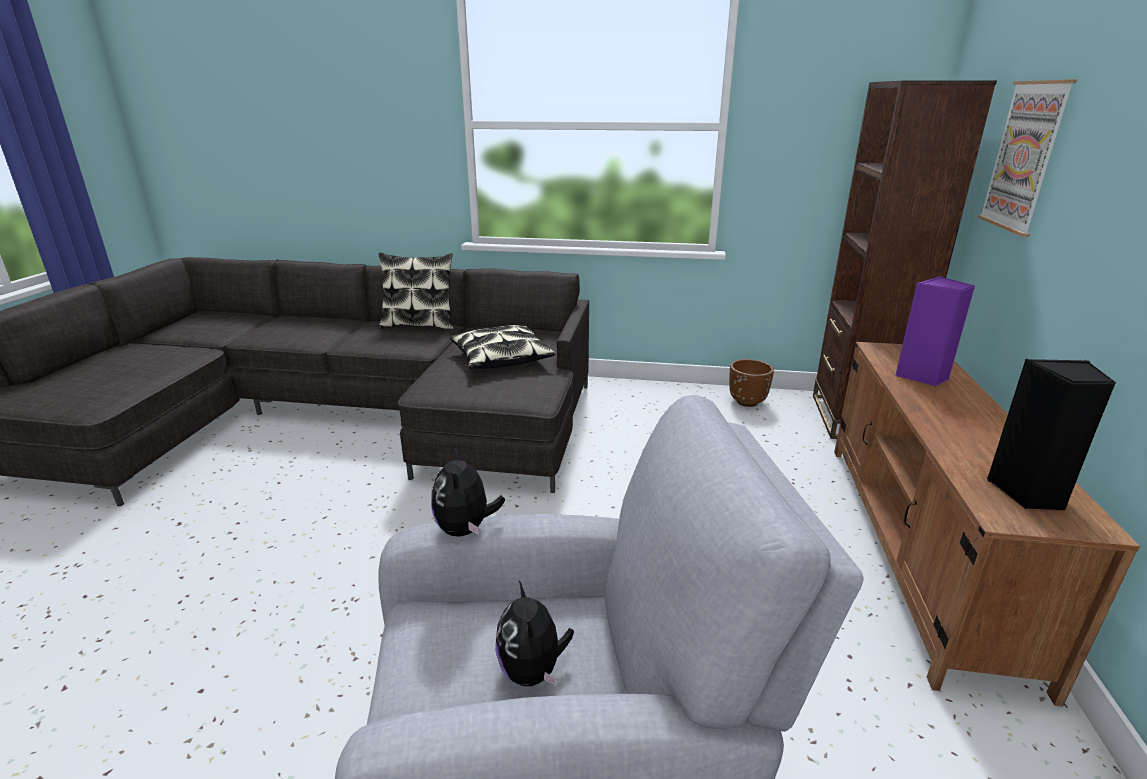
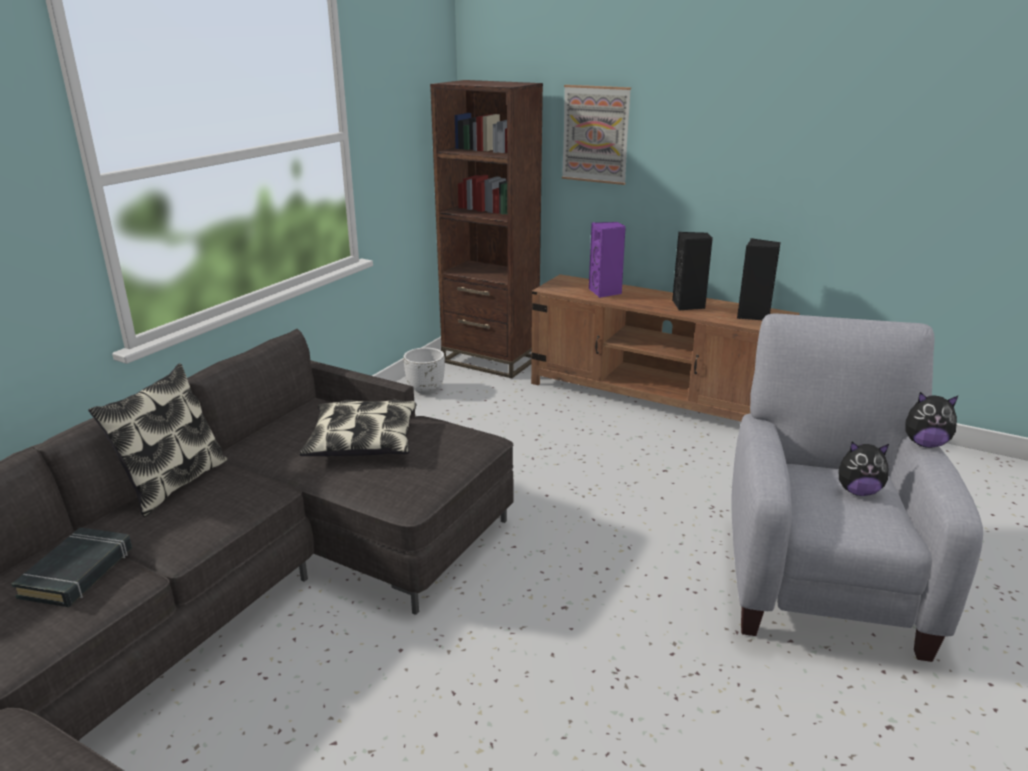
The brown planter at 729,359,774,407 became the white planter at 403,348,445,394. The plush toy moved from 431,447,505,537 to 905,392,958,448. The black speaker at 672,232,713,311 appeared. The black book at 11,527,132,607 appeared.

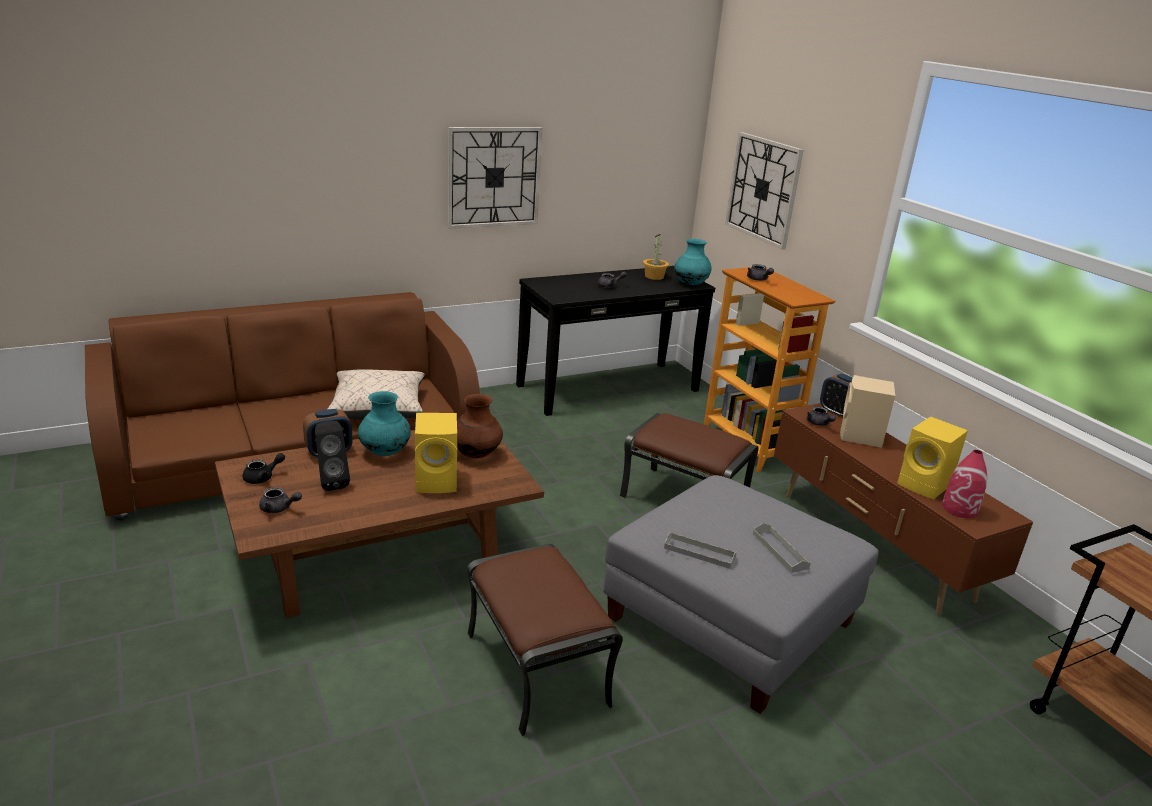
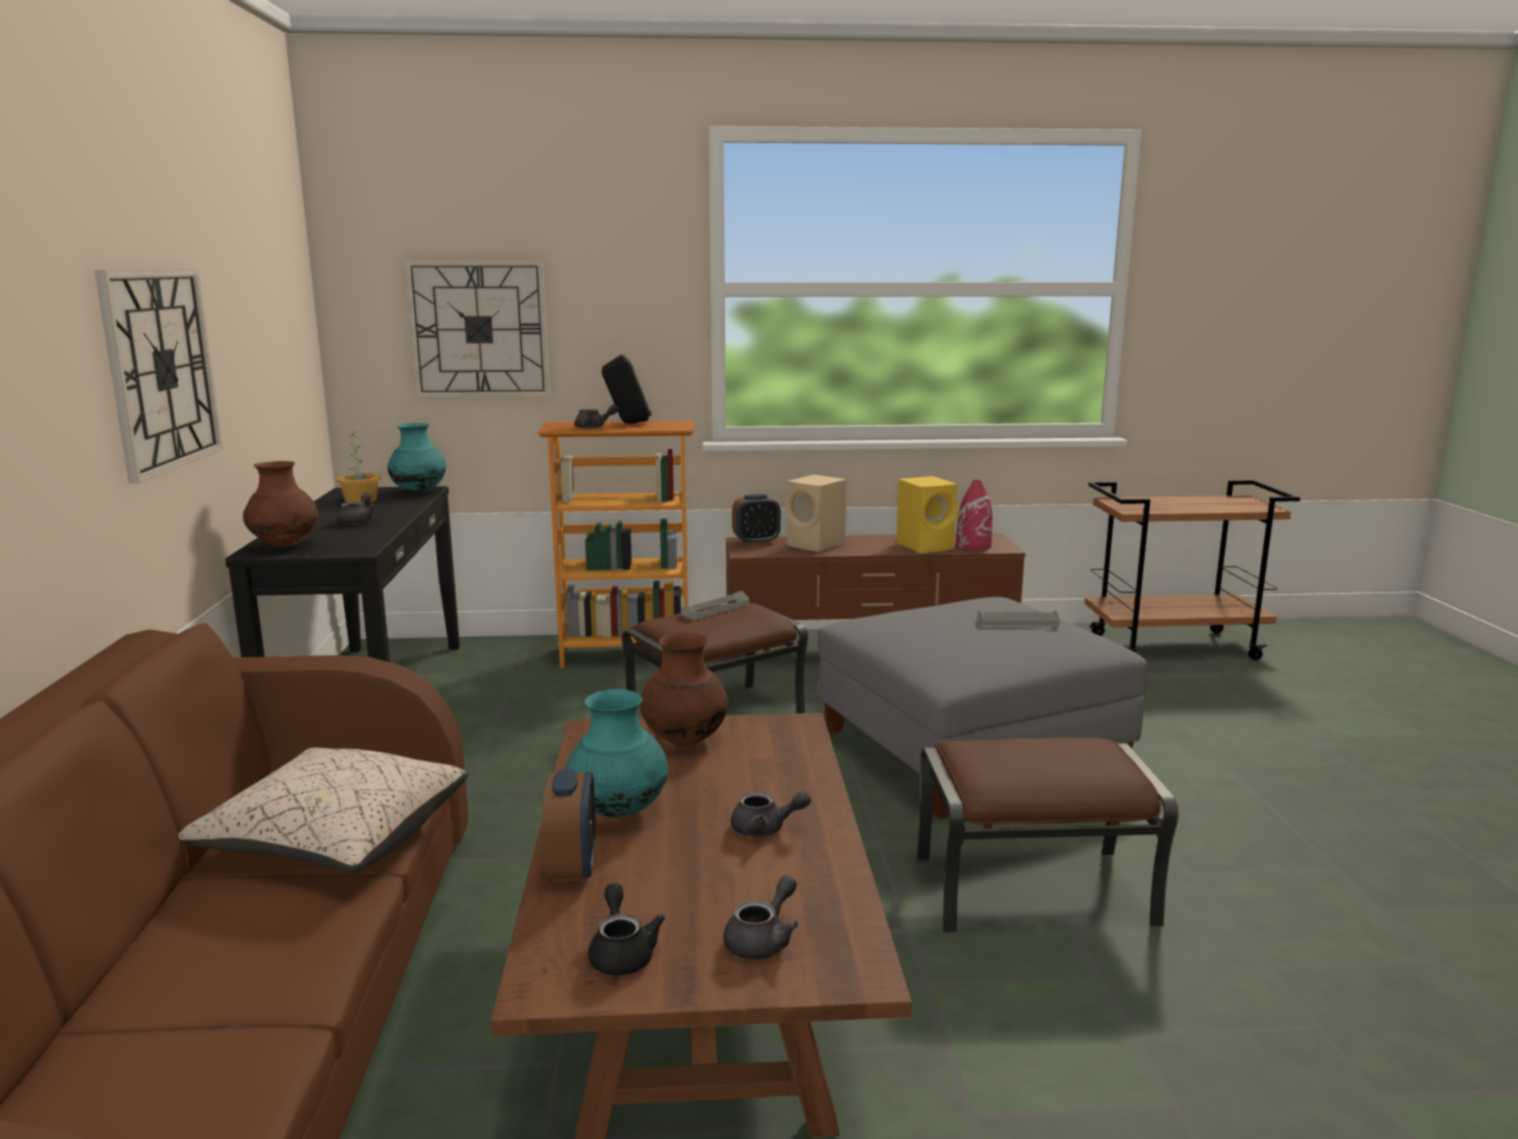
The grey teapot moved from 807,406,836,426 to 731,791,811,837. The yellow speaker at 415,413,457,493 disappeared. The black speaker moved from 315,421,350,491 to 602,354,652,424. The grey tray moved from 664,532,737,569 to 681,591,749,620. The brown vase at 243,461,318,547 appeared.

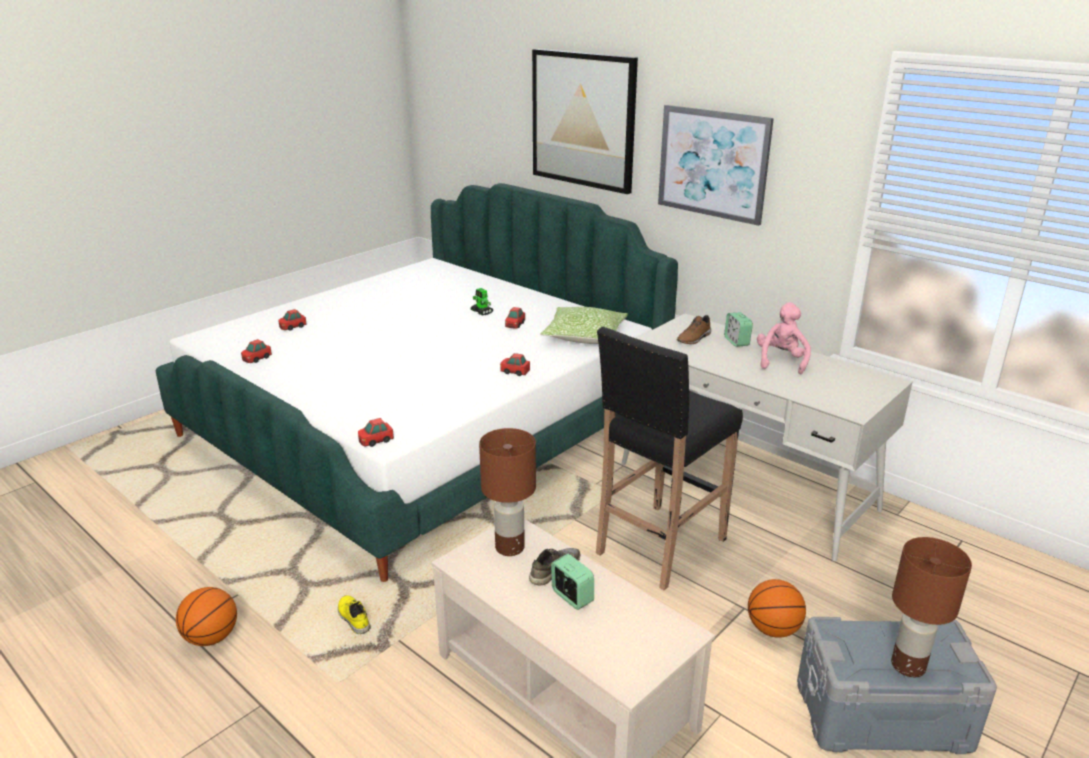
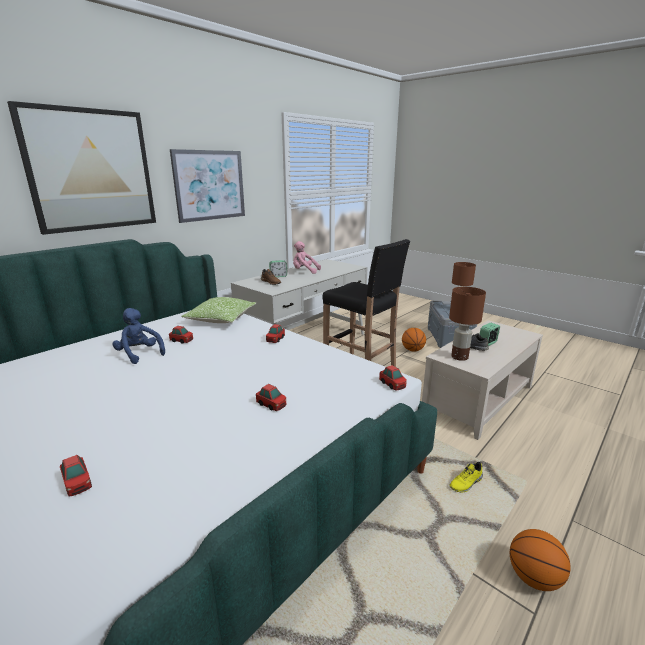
The toy robot at 470,288,493,316 was replaced by the blue plush toy at 112,308,165,364. The toy car moved from 241,339,272,363 to 256,384,286,411.

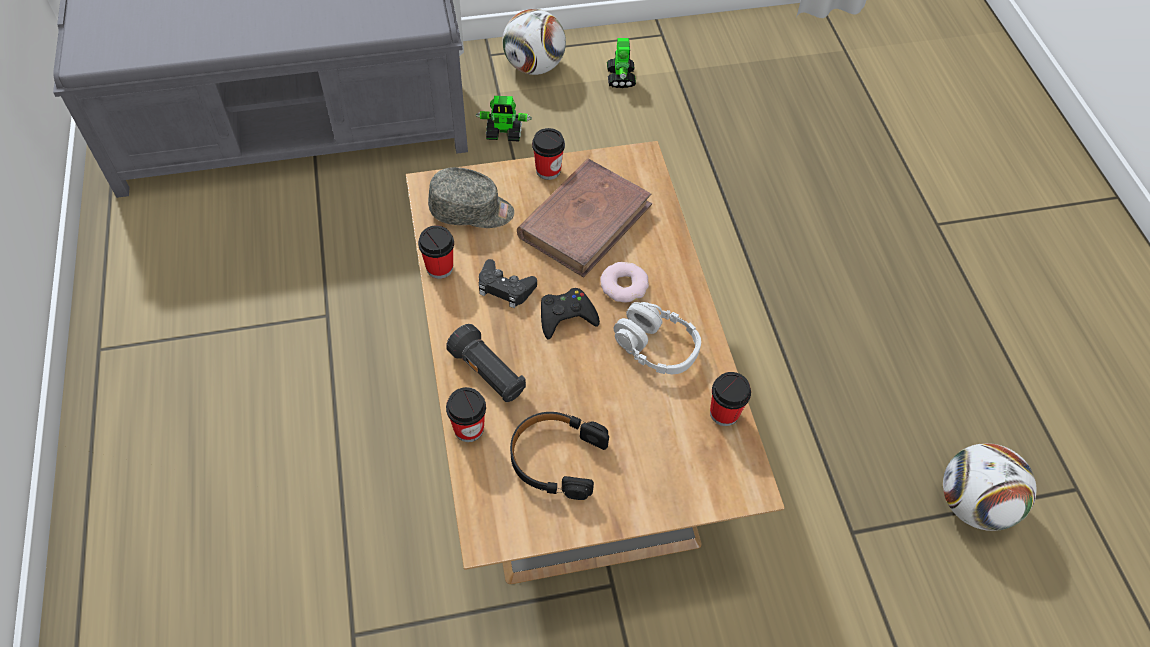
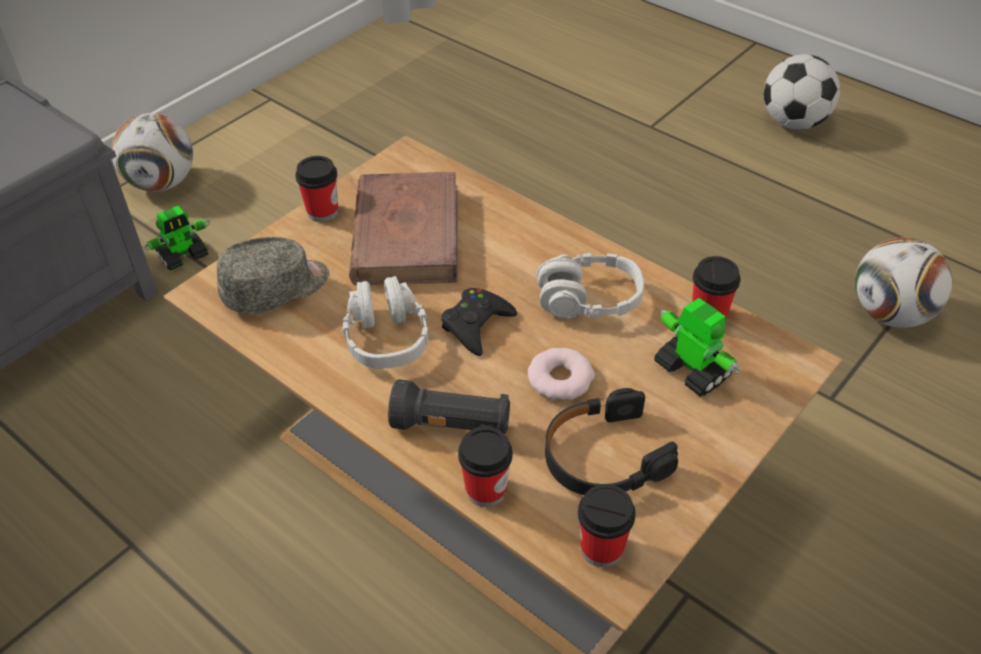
The toy robot moved from 607,38,636,88 to 654,298,740,397. The cup moved from 418,225,454,279 to 578,484,636,567. The black game controller at 479,259,537,308 was replaced by the grey headphones at 342,276,428,369. The donut moved from 600,262,649,303 to 528,348,595,401. The football at 763,54,840,129 appeared.

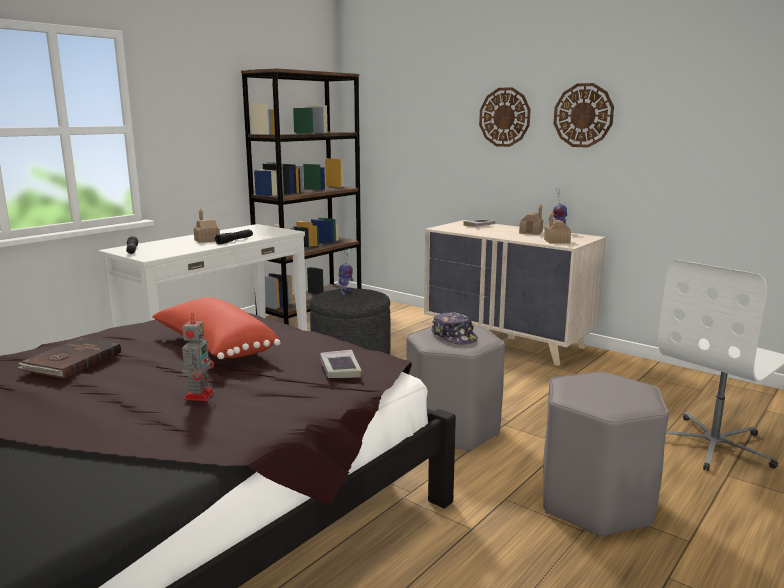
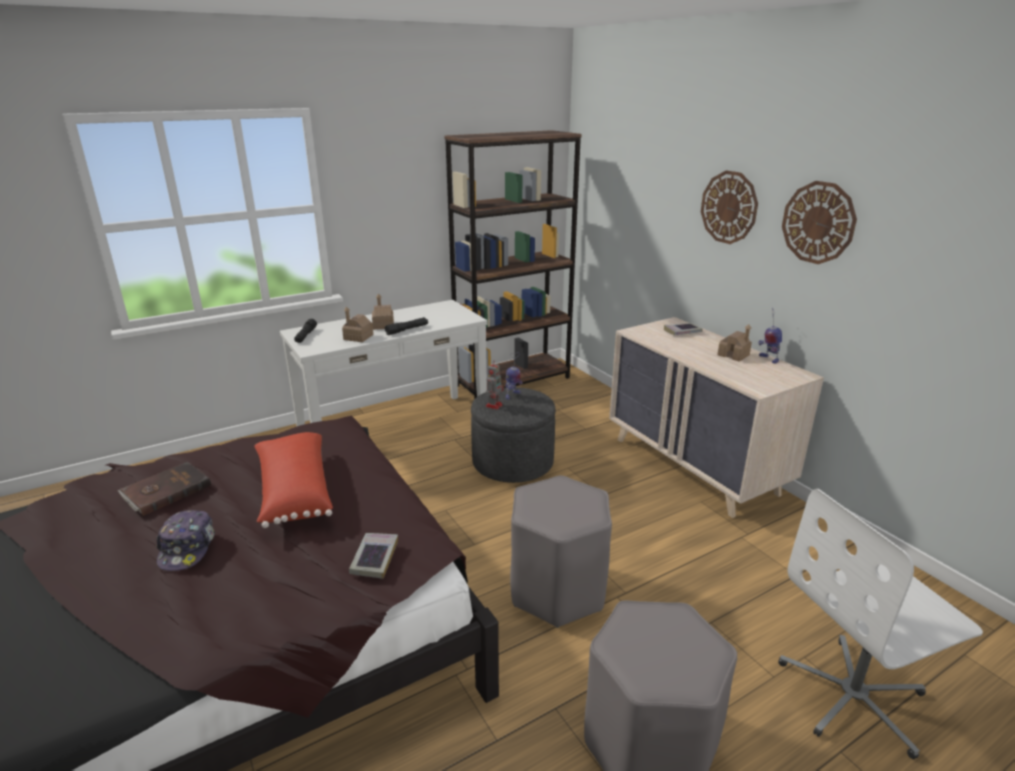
The toy house moved from 544,211,571,244 to 342,306,373,342. The cap moved from 431,312,478,344 to 156,510,216,571. The toy robot moved from 182,313,214,401 to 486,360,504,410.

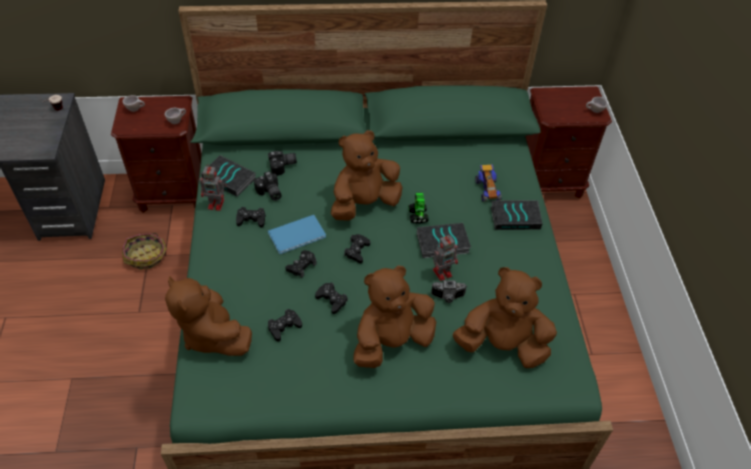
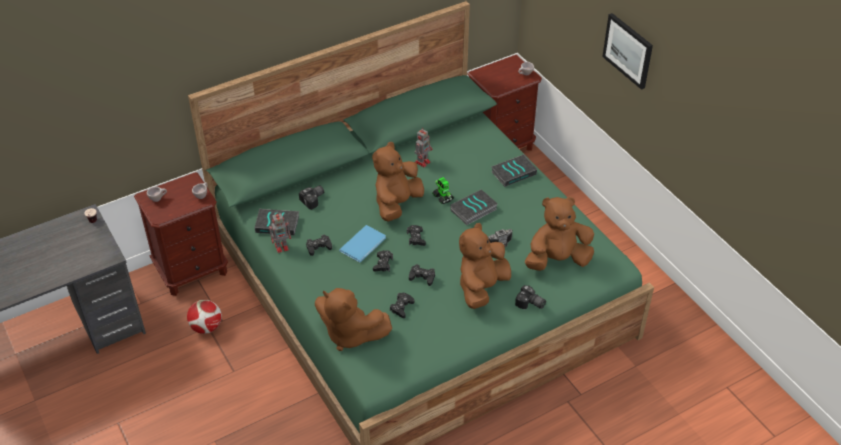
The toy car at 475,164,502,202 disappeared. The photo camera moved from 254,171,281,201 to 515,285,546,309. The basket at 122,233,167,270 was replaced by the football at 187,300,222,334. The toy robot moved from 433,235,458,281 to 415,128,432,167. The picture at 602,13,653,90 appeared.

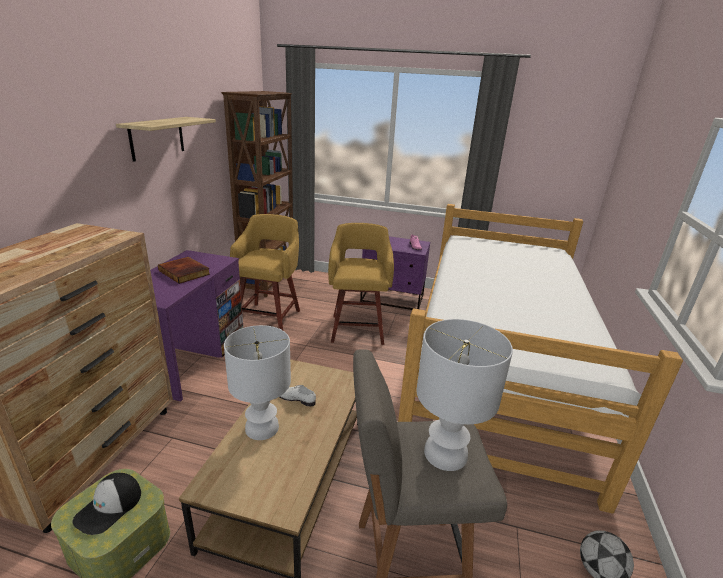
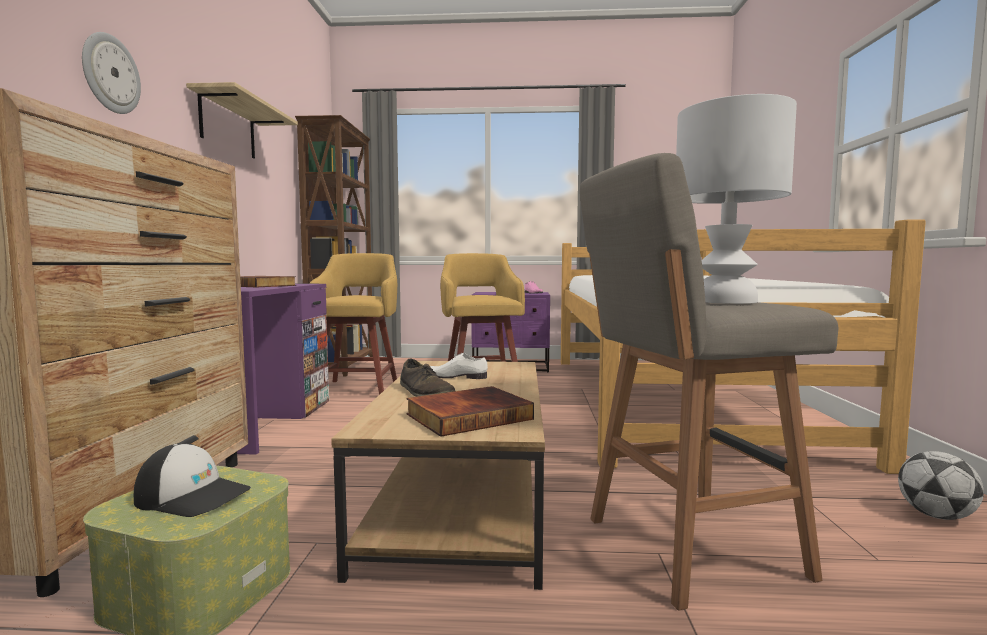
The white table lamp at 224,325,291,440 was replaced by the brown shoe at 400,358,455,397. The cap at 72,473,141,535 turned 90 degrees counterclockwise. The wall clock at 82,32,141,114 appeared. The book at 406,386,534,437 appeared.

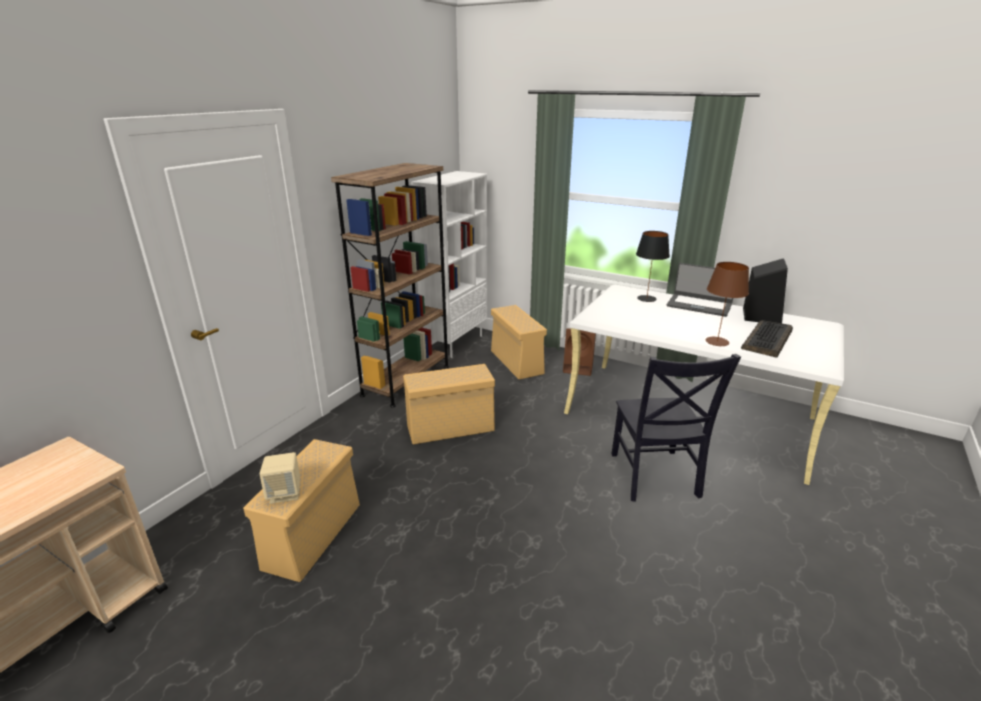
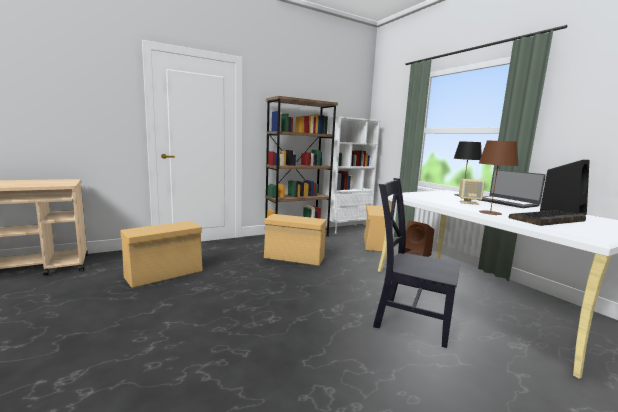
The black chair at 611,354,741,502 turned 90 degrees clockwise. The beige speaker moved from 260,452,300,504 to 459,179,485,205.

